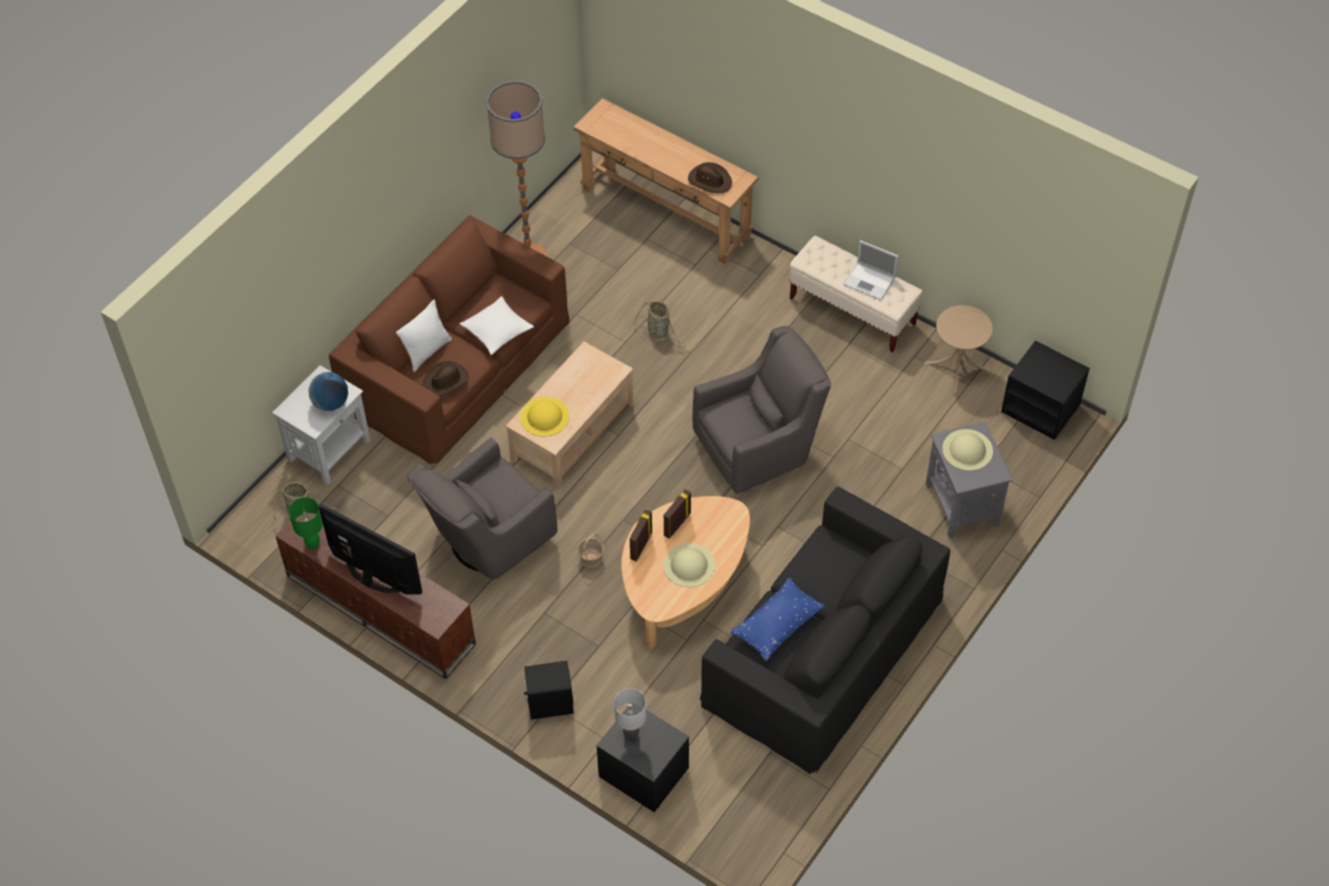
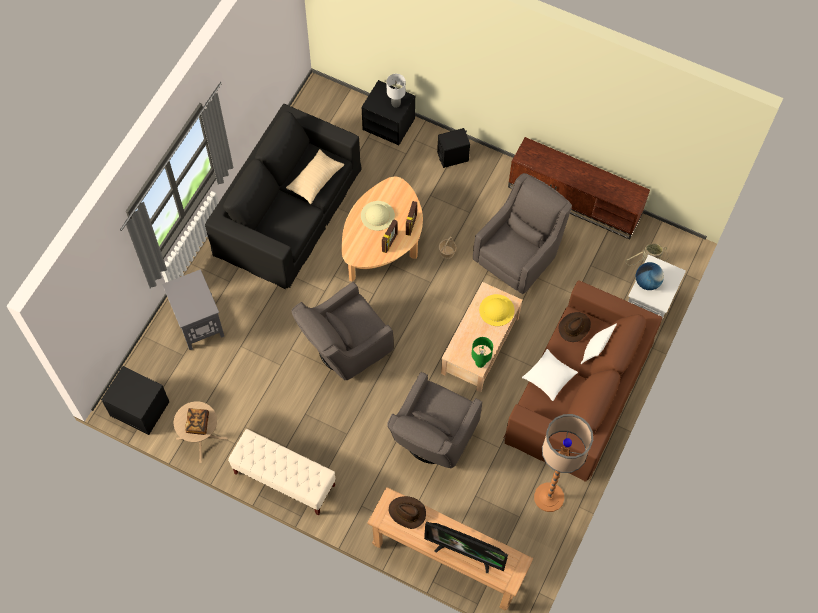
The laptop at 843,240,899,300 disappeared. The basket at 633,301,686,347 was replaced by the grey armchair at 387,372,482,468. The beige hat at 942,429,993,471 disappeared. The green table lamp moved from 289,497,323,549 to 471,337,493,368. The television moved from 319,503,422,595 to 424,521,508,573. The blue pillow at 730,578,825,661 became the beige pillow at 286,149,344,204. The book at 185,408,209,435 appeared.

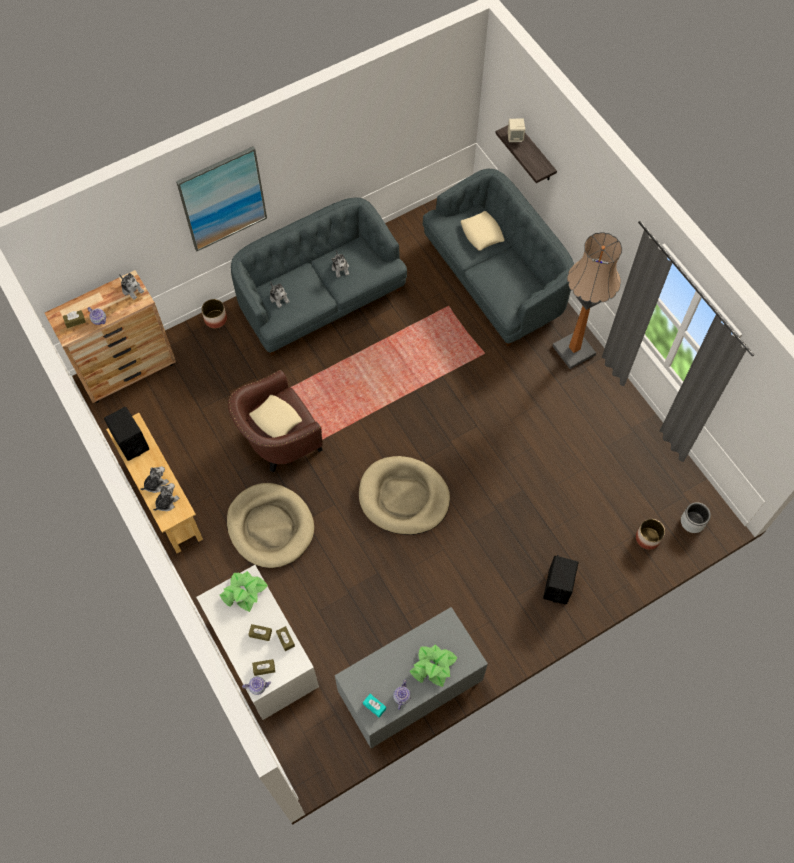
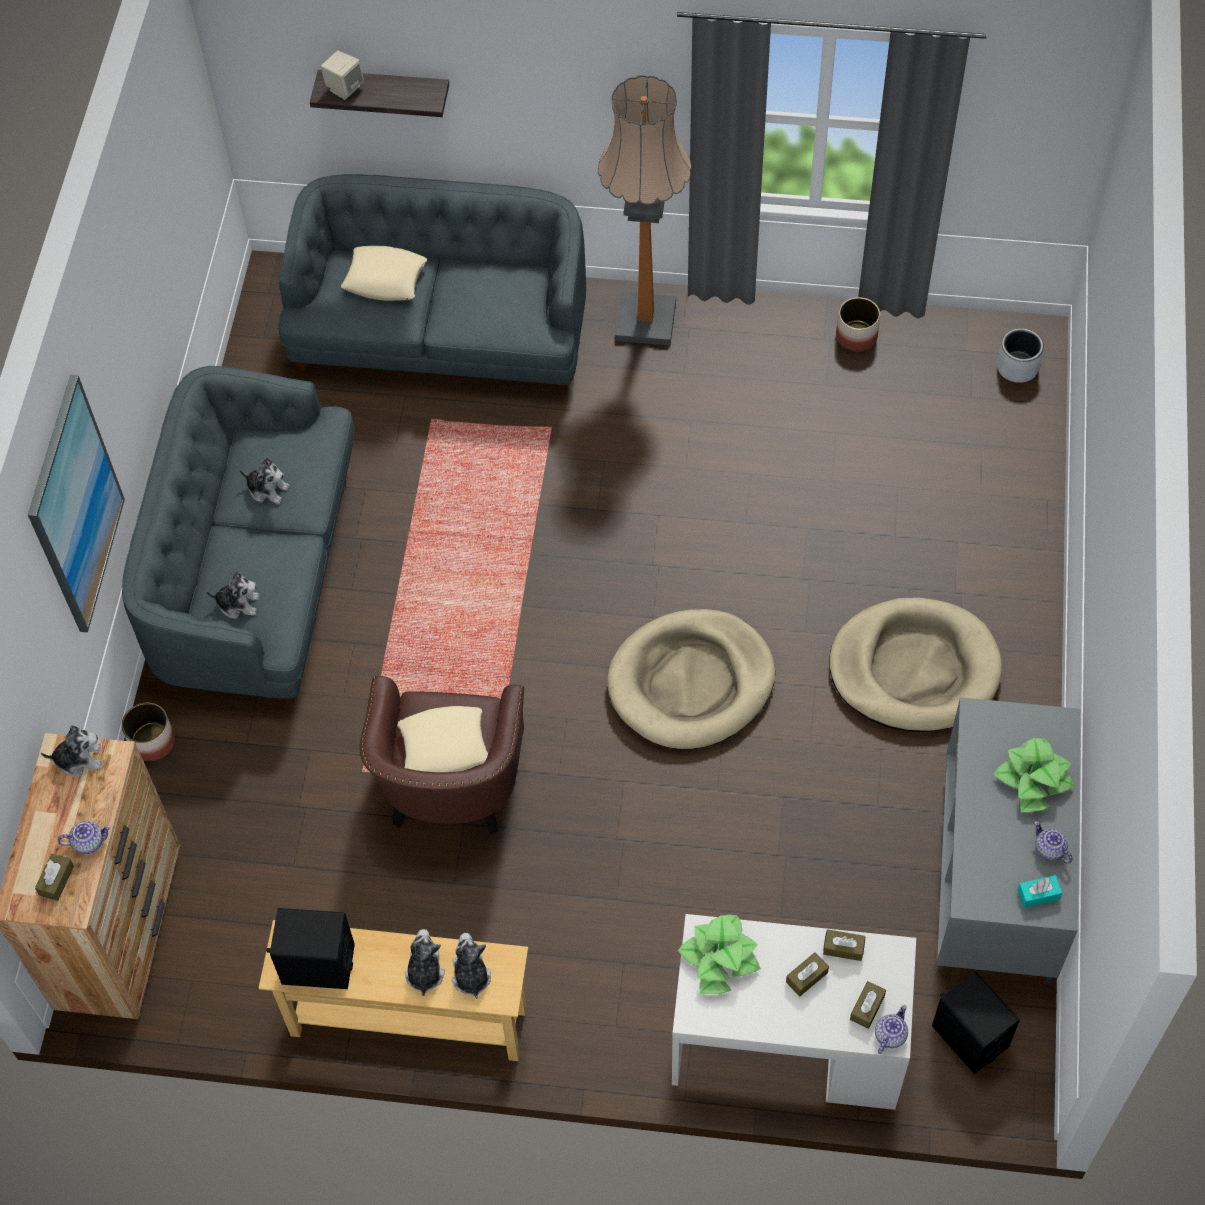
The beige dog bed moved from 227,483,314,568 to 829,597,1002,732. The planter moved from 636,519,665,550 to 836,297,880,351. The black speaker moved from 543,555,579,605 to 932,972,1020,1074.

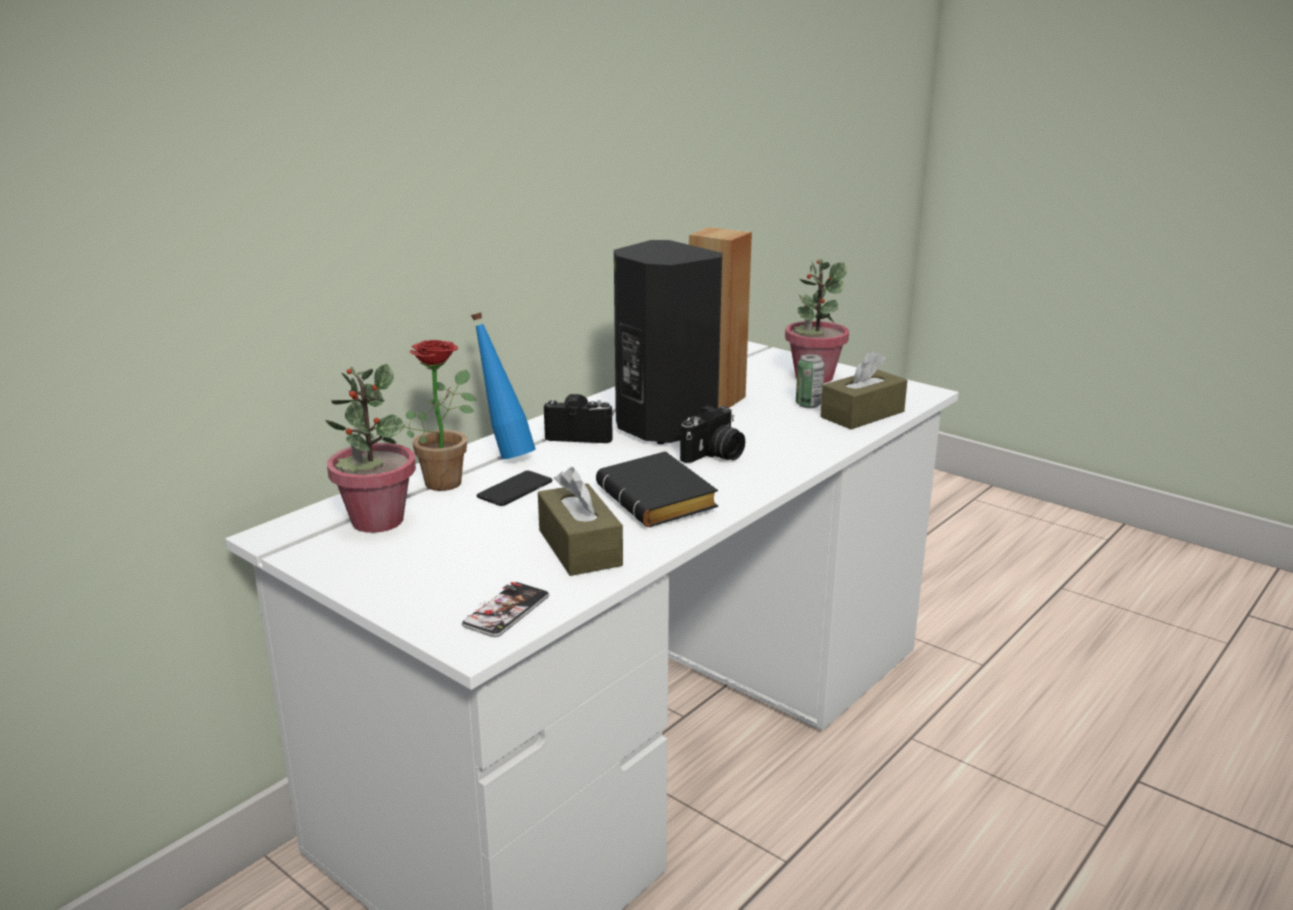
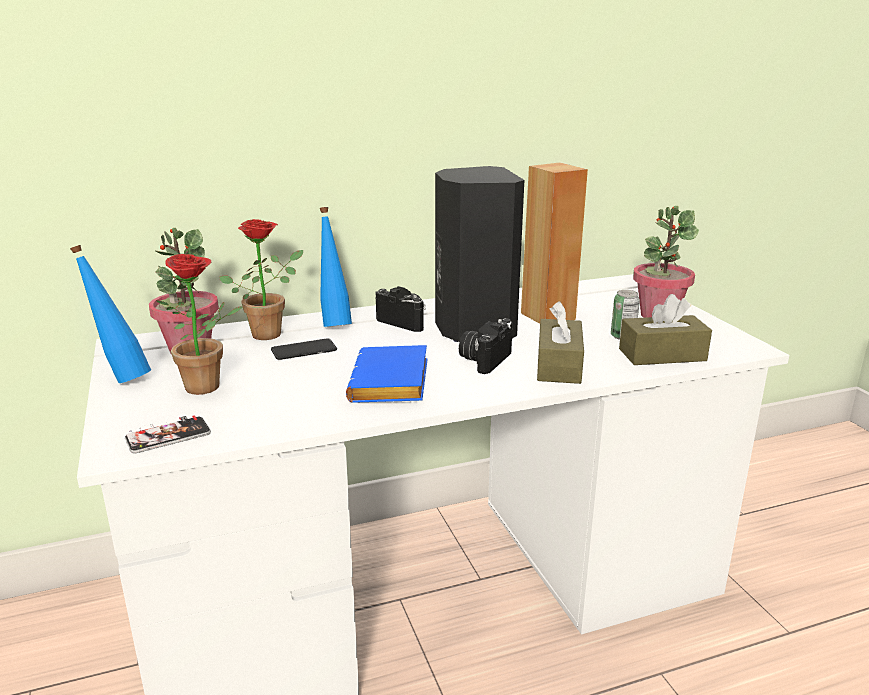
The photo camera at 680,405,745,463 turned 135 degrees clockwise. The black book at 596,451,718,527 became the blue book at 346,345,428,403. The brown tissue box moved from 538,467,623,576 to 537,301,584,384. The blue bottle at 70,245,151,383 appeared. The potted plant at 156,254,243,395 appeared.

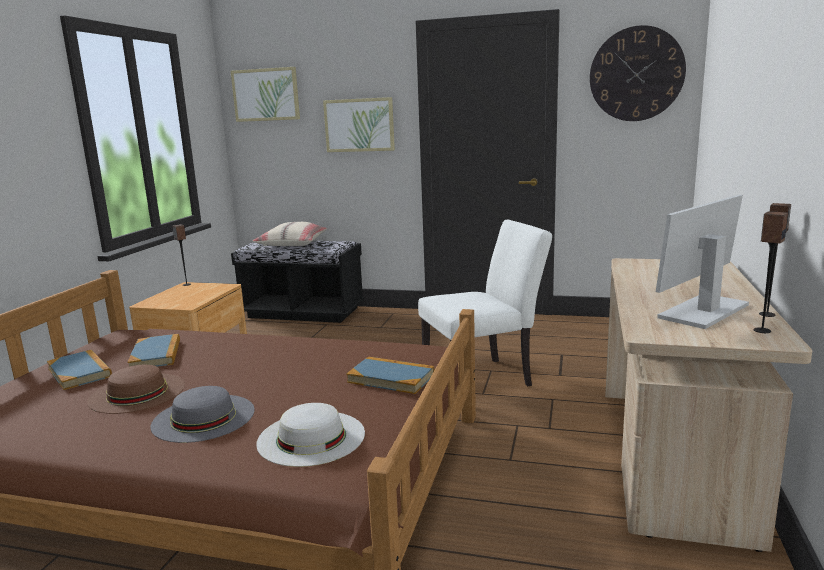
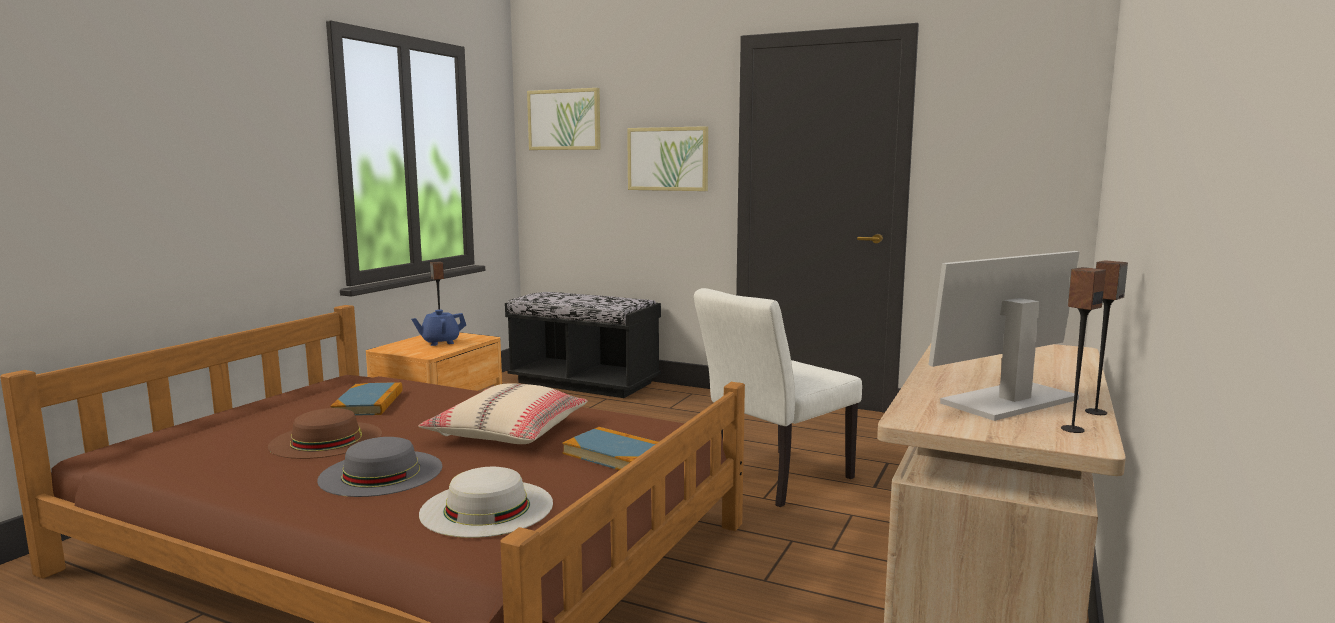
The wall clock at 590,25,686,121 disappeared. The white chair at 418,220,552,387 turned 150 degrees clockwise. The beige pillow moved from 253,222,327,246 to 419,383,588,444. The book at 47,350,112,390 disappeared. The blue teapot at 411,310,466,346 appeared.

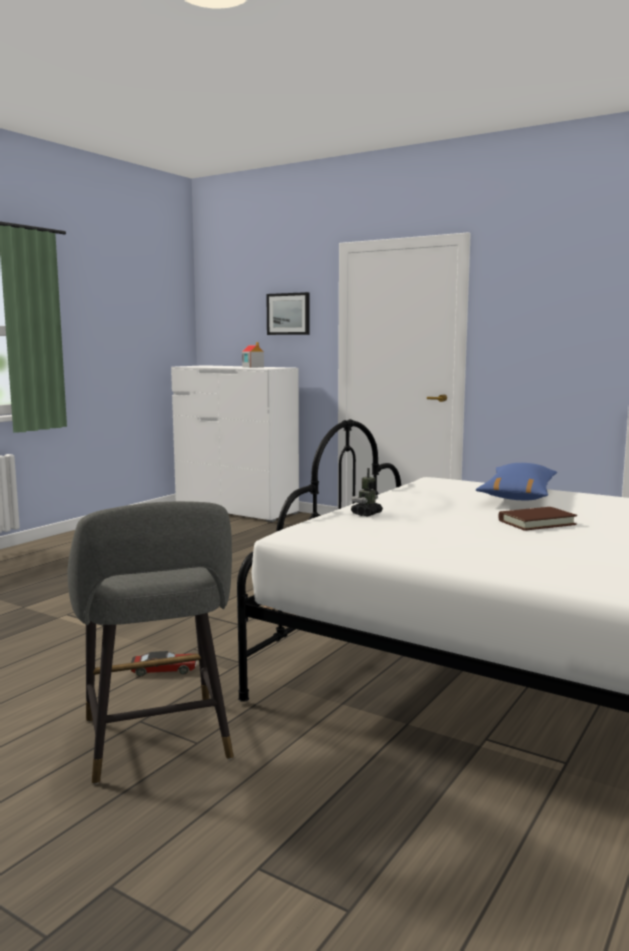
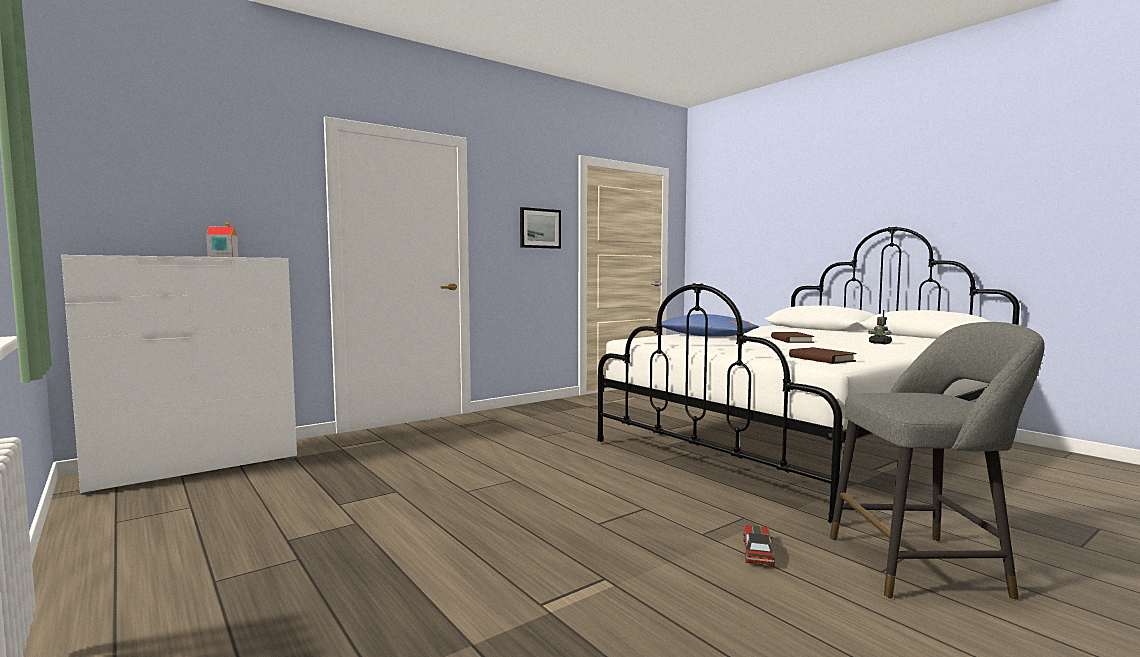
The picture moved from 266,292,309,335 to 520,207,561,249. The toy robot moved from 351,468,383,516 to 868,310,892,344. The brown book at 789,347,856,364 appeared.

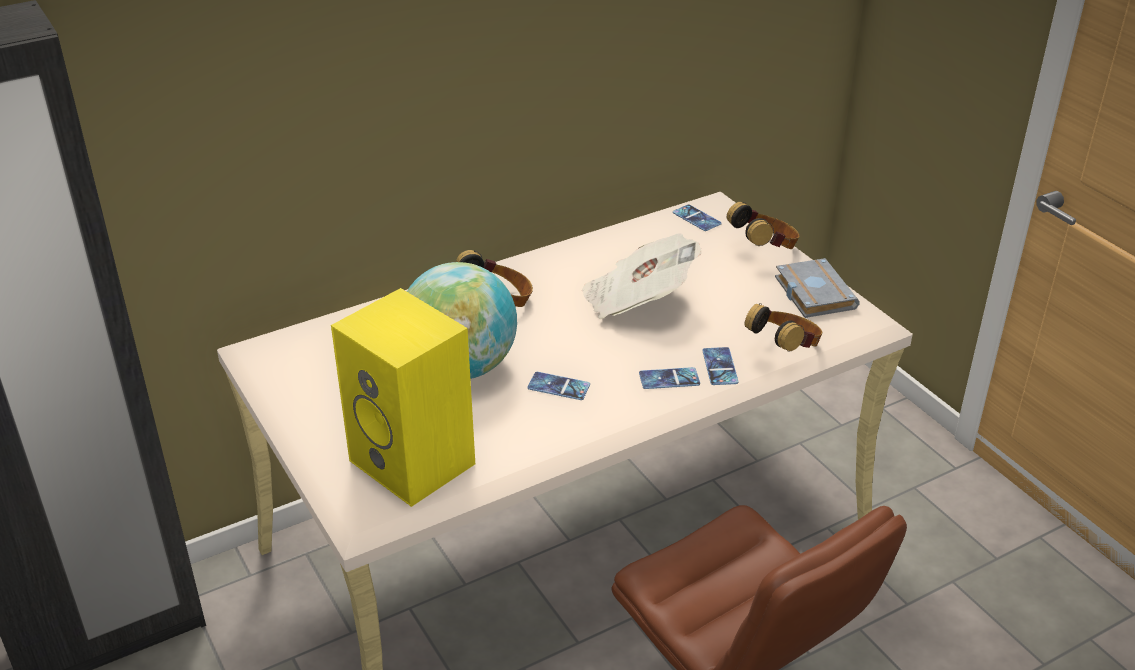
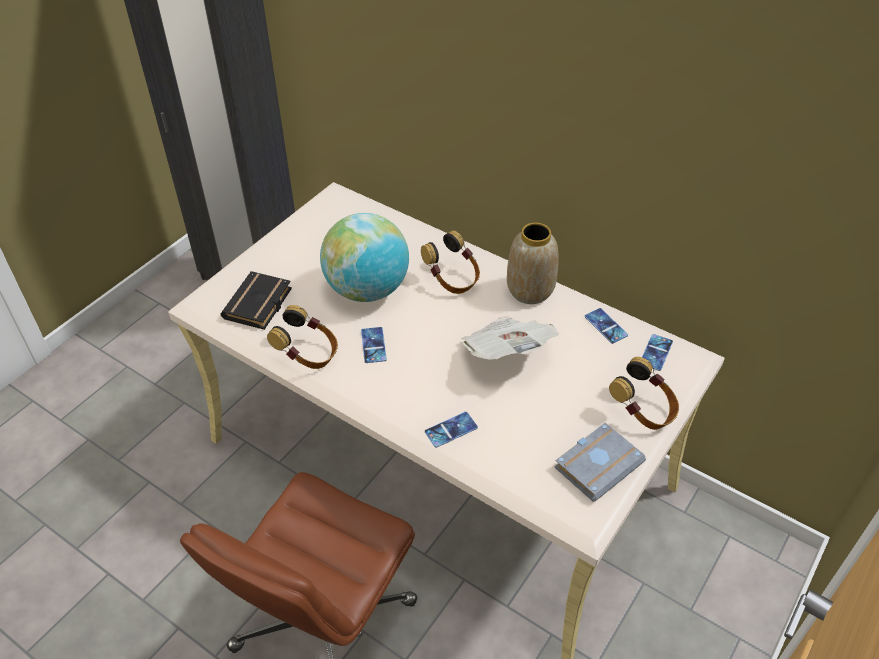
The yellow speaker at 331,288,475,507 was replaced by the black book at 221,271,292,330. The headphones moved from 744,303,822,352 to 267,305,338,369. The phone moved from 639,367,700,389 to 585,308,628,344. The vase at 507,223,559,304 appeared.

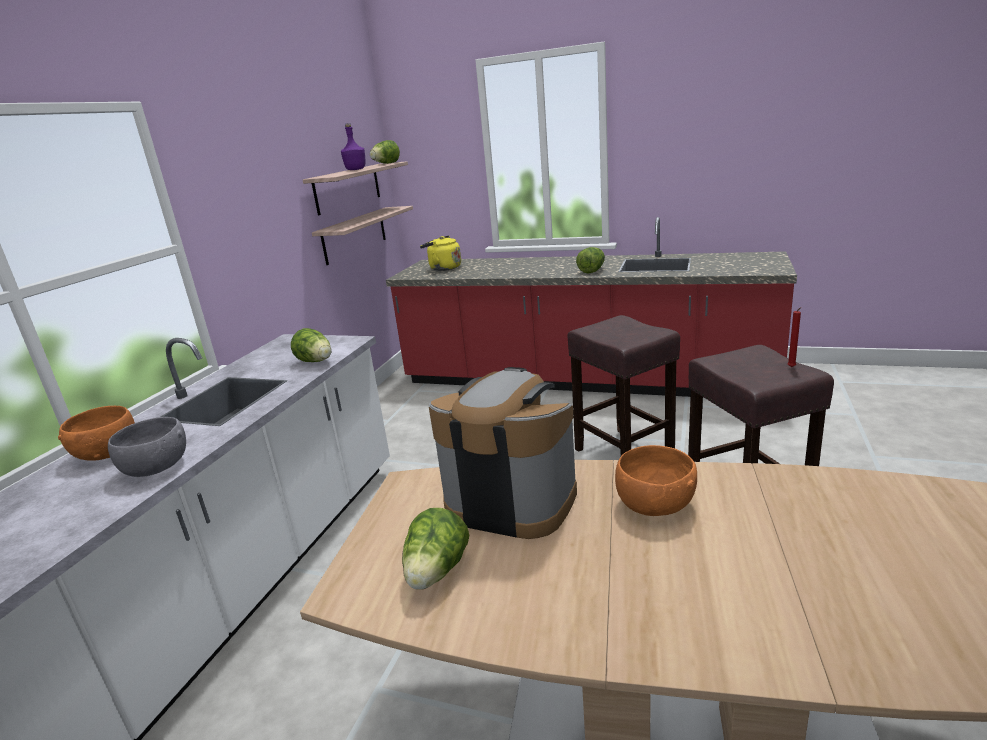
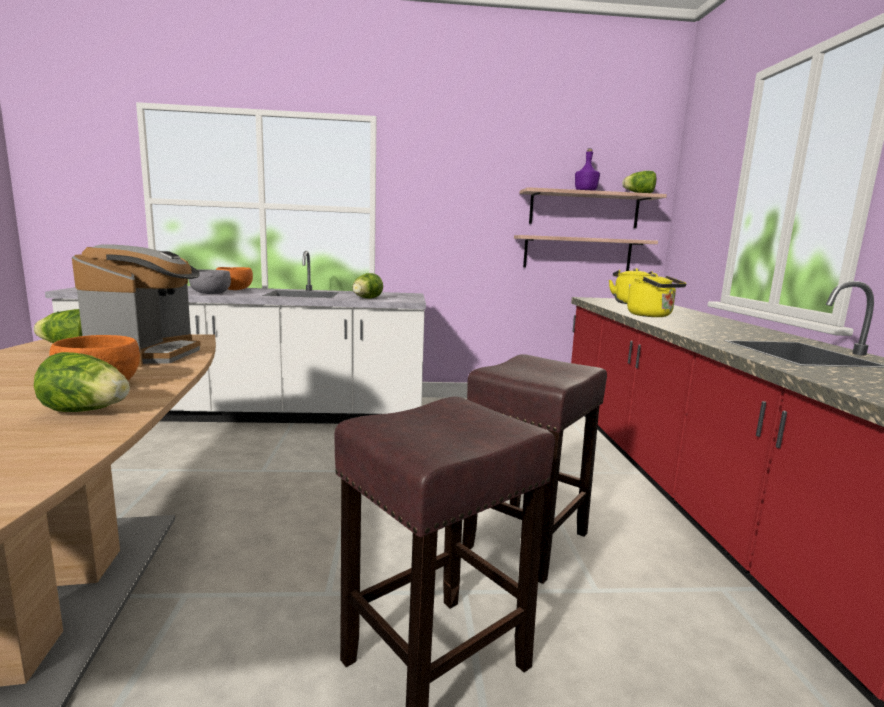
The lettuce moved from 576,247,605,274 to 34,352,130,412. The red candle at 787,307,801,367 disappeared. The yellow kettle at 627,273,687,317 appeared.

